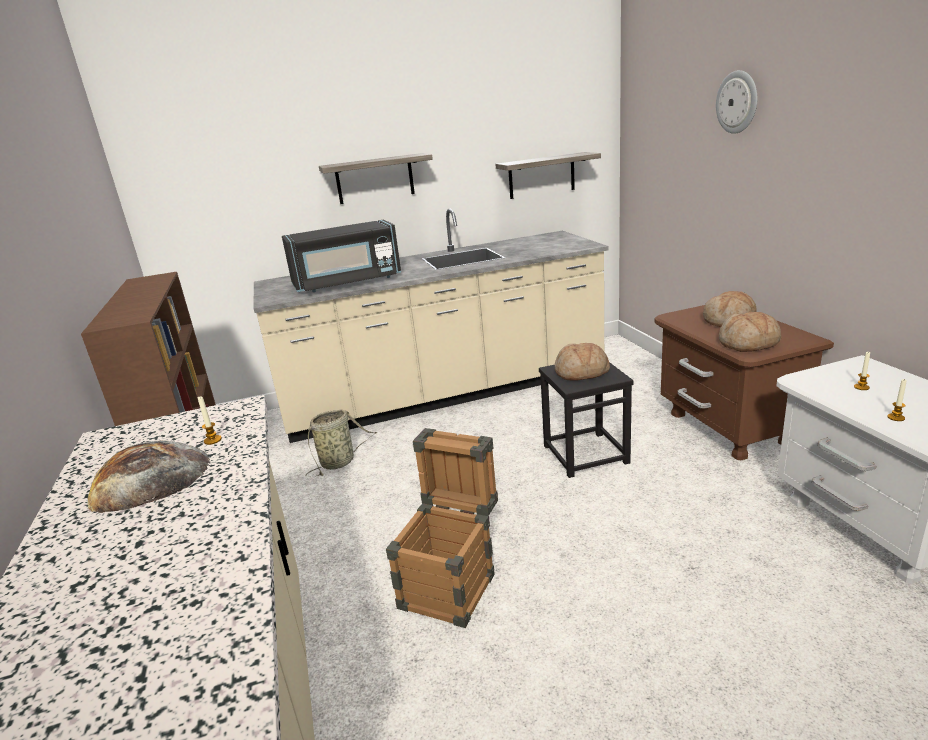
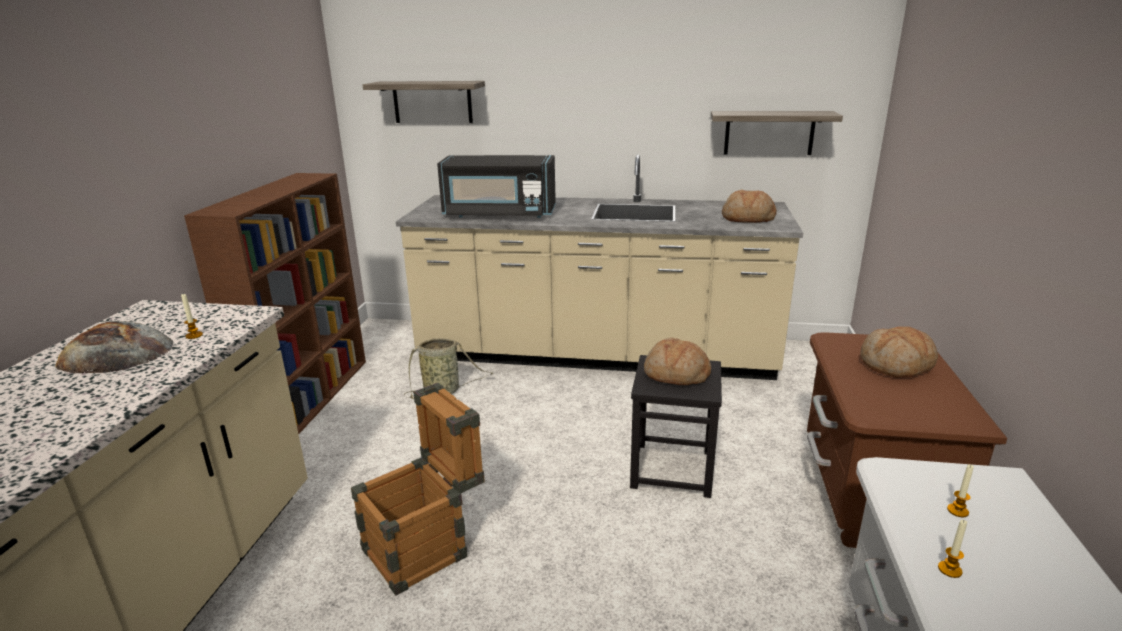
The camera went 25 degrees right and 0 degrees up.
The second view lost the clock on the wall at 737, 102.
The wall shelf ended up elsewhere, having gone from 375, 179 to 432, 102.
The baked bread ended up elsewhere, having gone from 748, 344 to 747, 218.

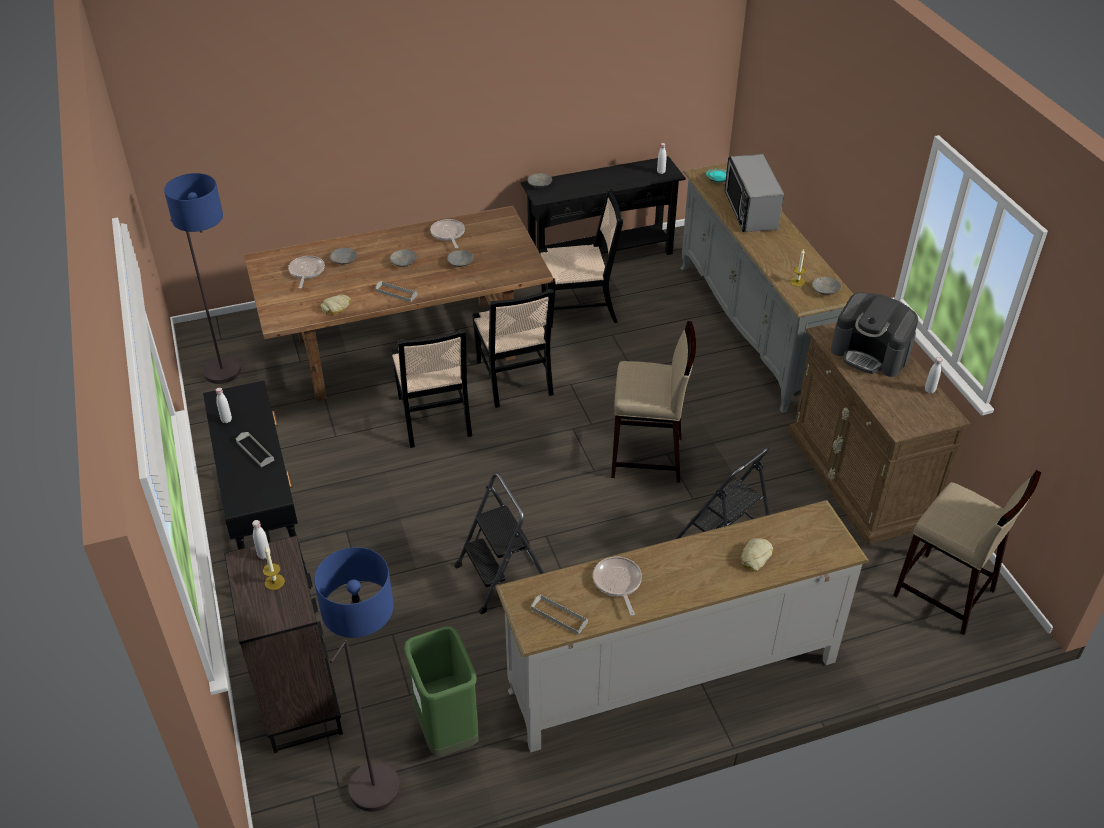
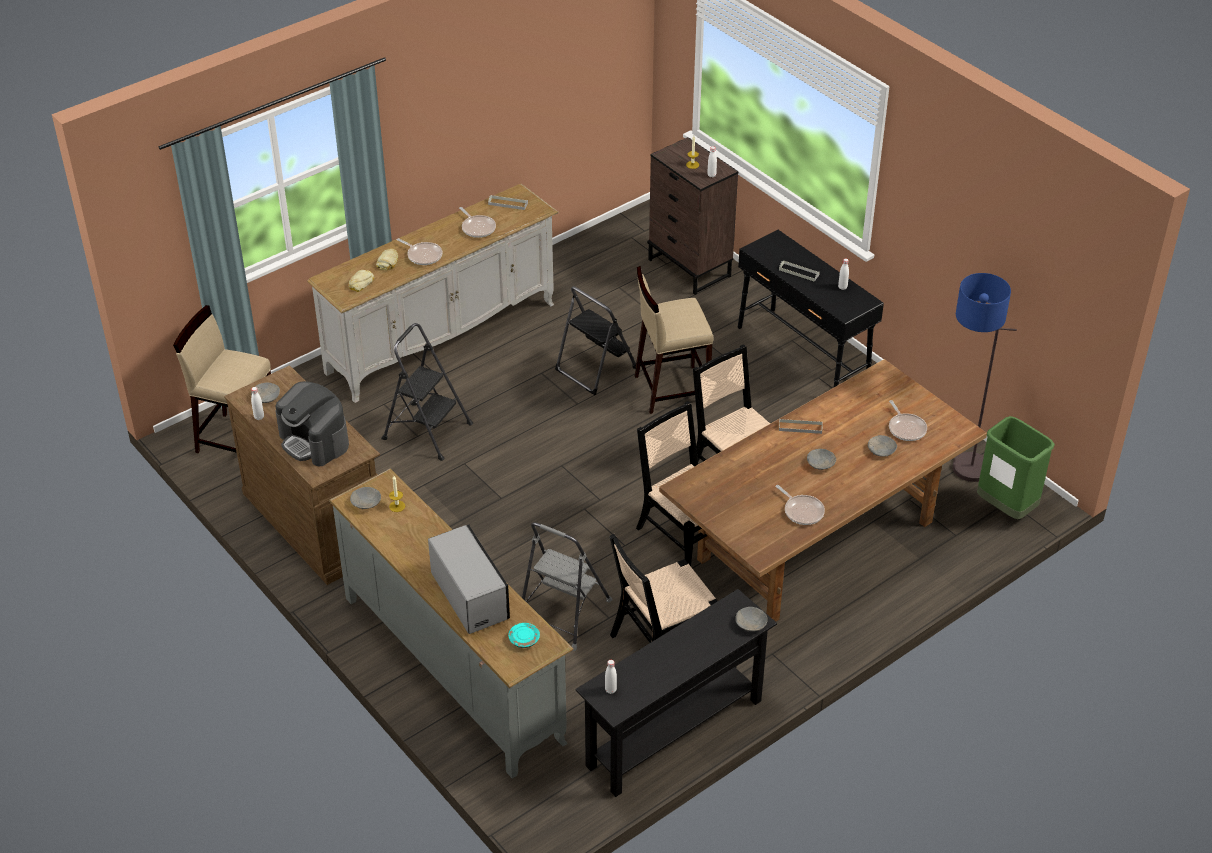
The camera went 160 degrees right and 0 degrees up.
The second view lost the blue-coloured standard lamp at 382, 775.
The second view gained the frying pan at 423, 255.
The second view gained the grey stepladder at 562, 614.
The baked bread ended up elsewhere, having gone from 337, 307 to 360, 283.
The greenish rubbish bin ended up elsewhere, having gone from 447, 733 to 1005, 508.
The grey deep dish ended up elsewhere, having gone from 461, 263 to 266, 397.
The sand-coloured stool seat ended up elsewhere, having gone from 647, 458 to 671, 389.
The coffee maker at 870, 353 ended up facing another way, 150 degrees counterclockwise from before.

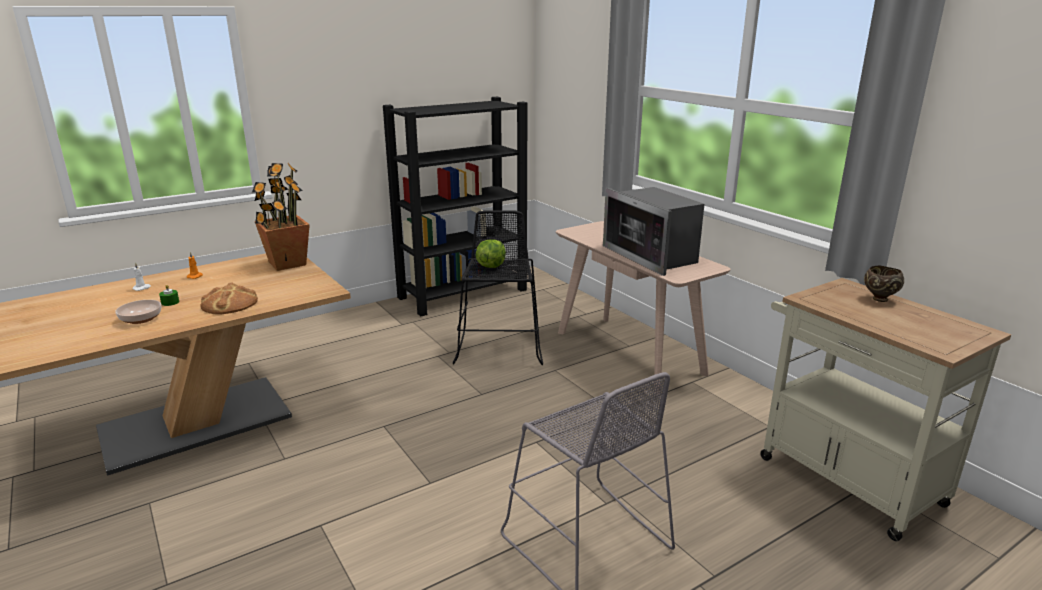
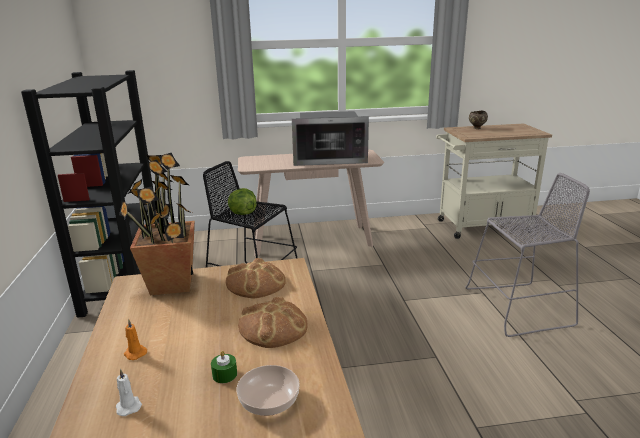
The camera went 65 degrees left and 0 degrees up.
The second view gained the baked bread at 256, 282.

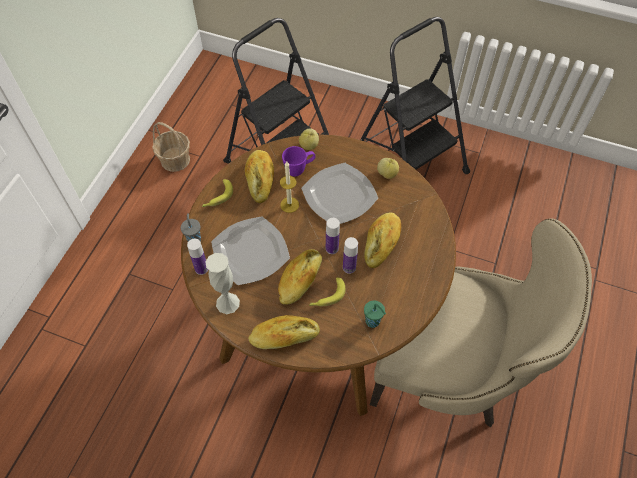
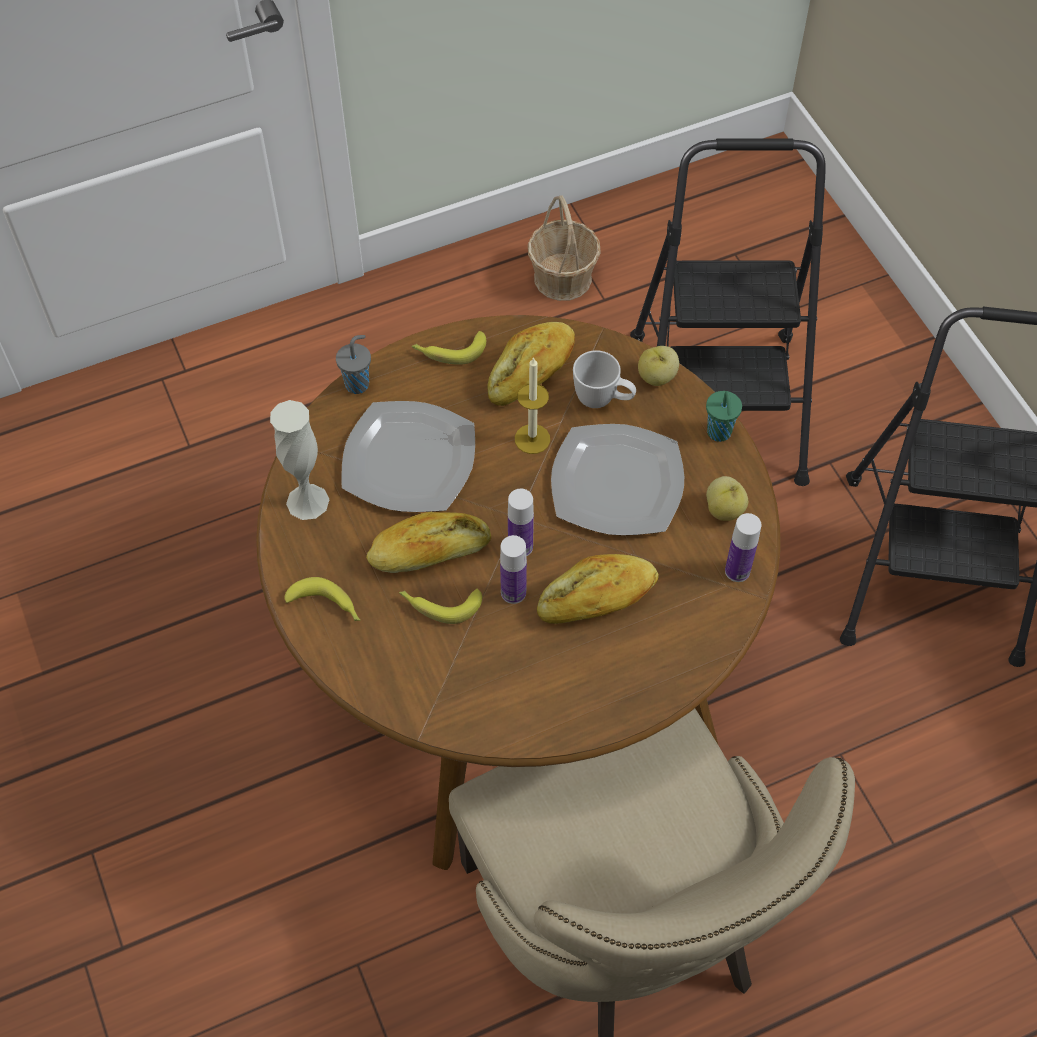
The camera went 45 degrees right and 0 degrees up.
The beverage bottle ended up elsewhere, having gone from 201, 269 to 737, 571.
The greenish small cup ended up elsewhere, having gone from 373, 322 to 719, 433.
Where the baked bread stood at 284, 337, the banana came to stand at 327, 606.
What was the purple-coloured mug at 299, 169 turned into the white mug at 603, 400.

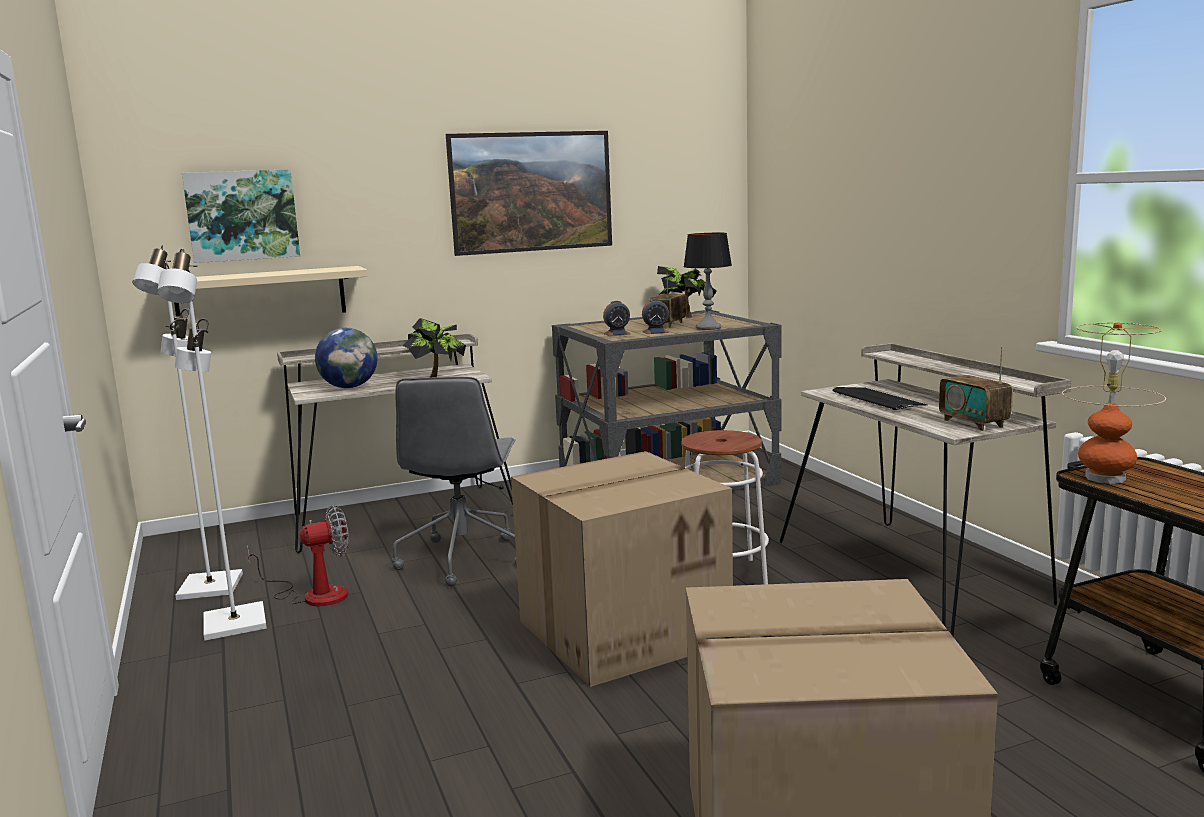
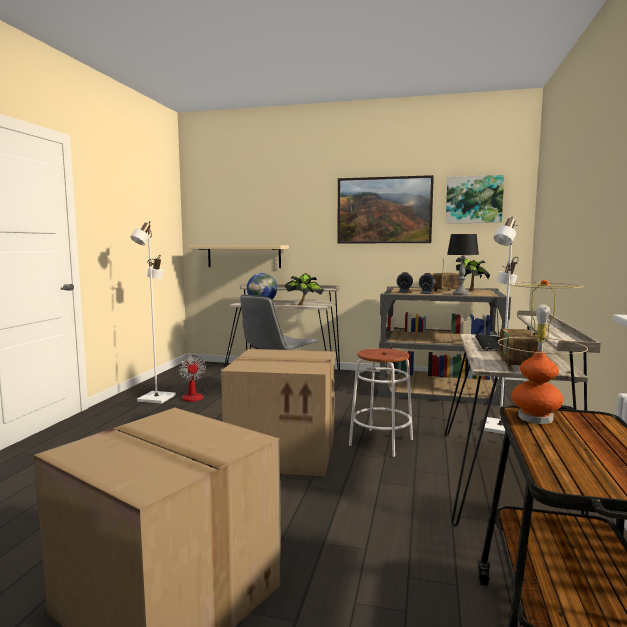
The camera went 35 degrees right and 5 degrees down.
The white standard lamp ended up elsewhere, having gone from 210, 586 to 500, 427.
The picture ended up elsewhere, having gone from 242, 215 to 474, 199.
The cooling fan at 313, 595 ended up facing another way, 60 degrees clockwise from before.

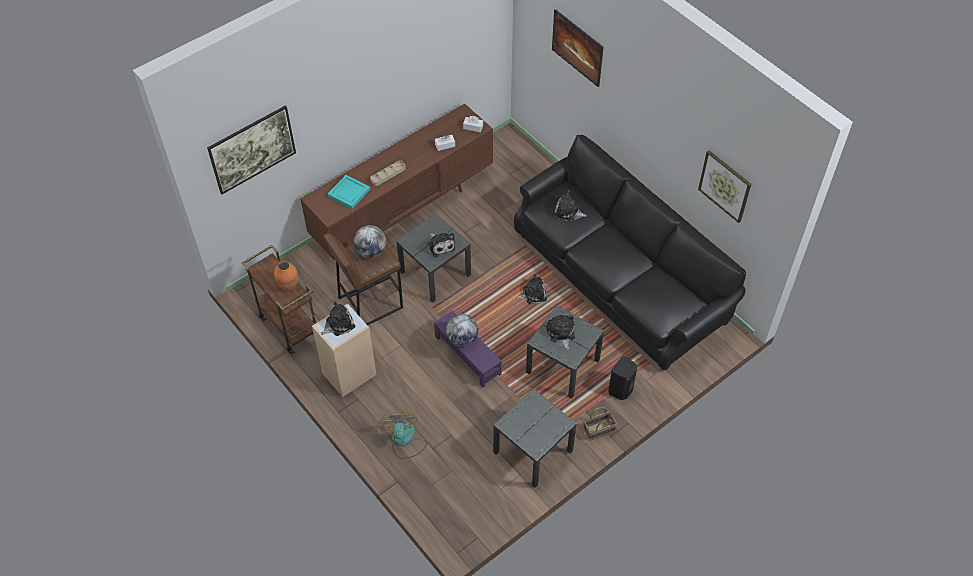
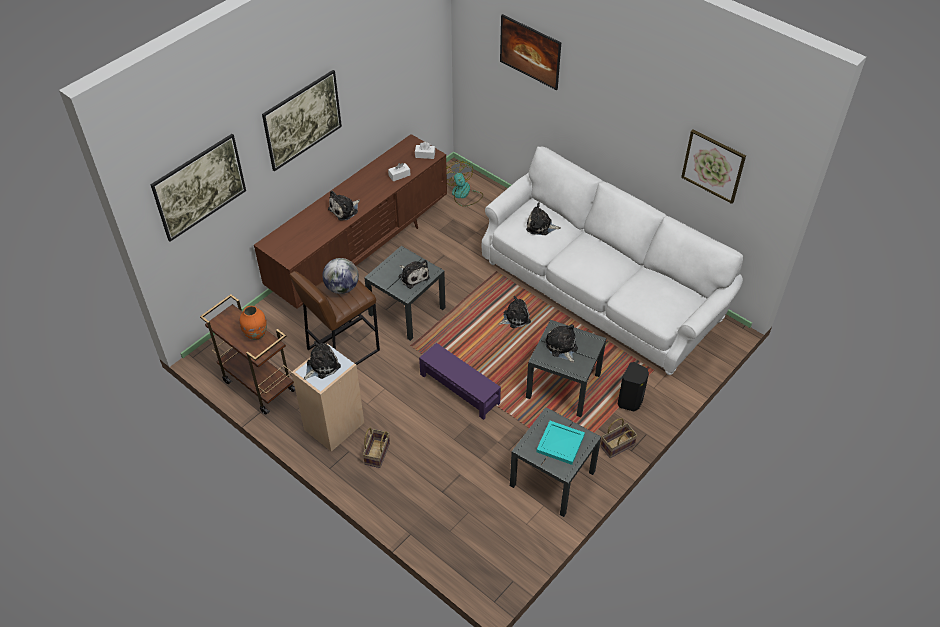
The camera went 10 degrees left and 5 degrees down.
The second view lost the globe at 462, 339.
The second view gained the picture at 304, 134.
The second view gained the basket at 377, 454.
The blue-green serving tray ended up elsewhere, having gone from 349, 193 to 561, 443.
The cooling fan ended up elsewhere, having gone from 404, 441 to 463, 194.
Where the sand-coloured serving tray stood at 388, 174, the soft toy came to stand at 344, 210.
What was the black settee at 620, 278 turned into the white settee at 601, 291.

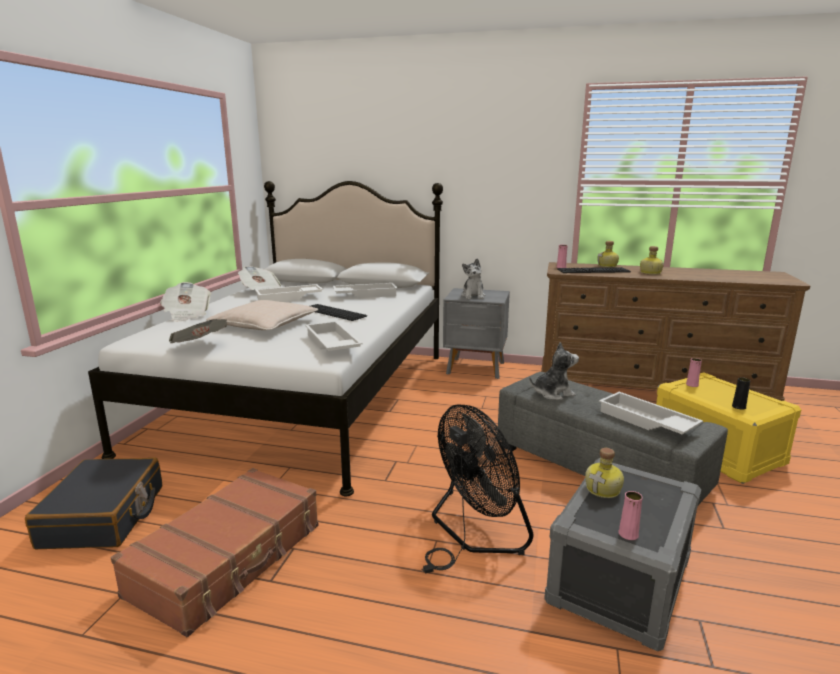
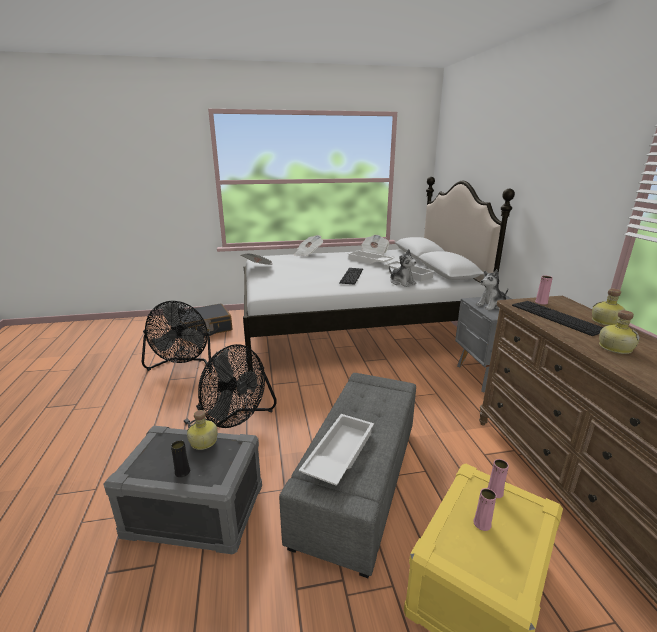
The camera went 65 degrees right and 5 degrees up.
The second view lost the sand-coloured cushion at 264, 324.
The second view lost the white serving tray at 331, 344.
The soft toy ended up elsewhere, having gone from 552, 393 to 402, 283.
The pink vase ended up elsewhere, having gone from 628, 534 to 482, 523.
The black vase ended up elsewhere, having gone from 739, 407 to 182, 472.
Where the brown-coloured piece of luggage stood at 229, 559, the black cooling fan came to stand at 182, 364.

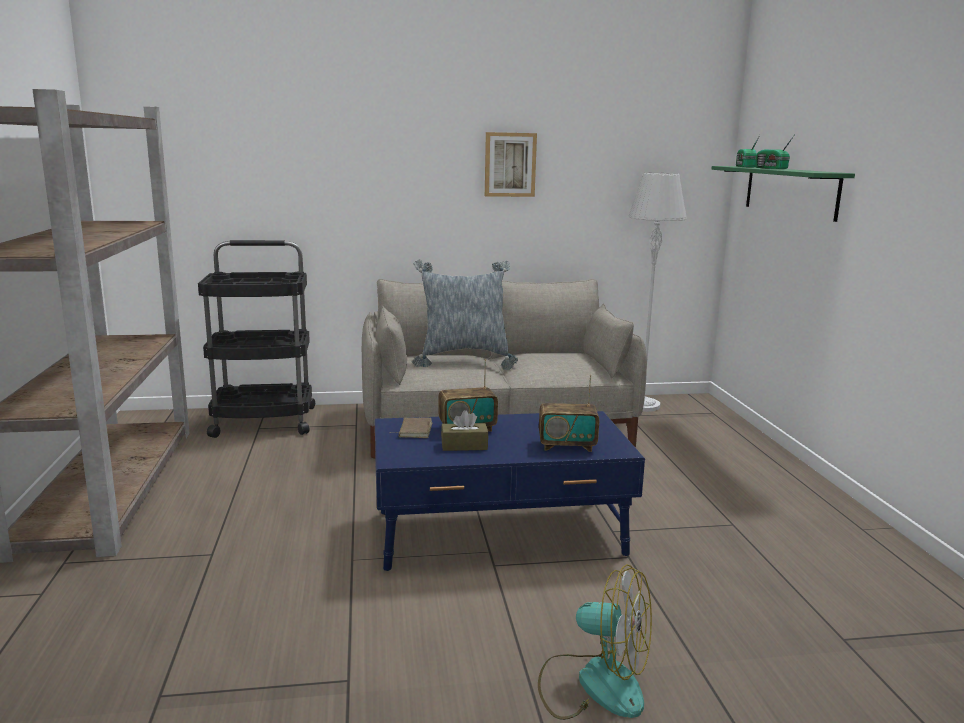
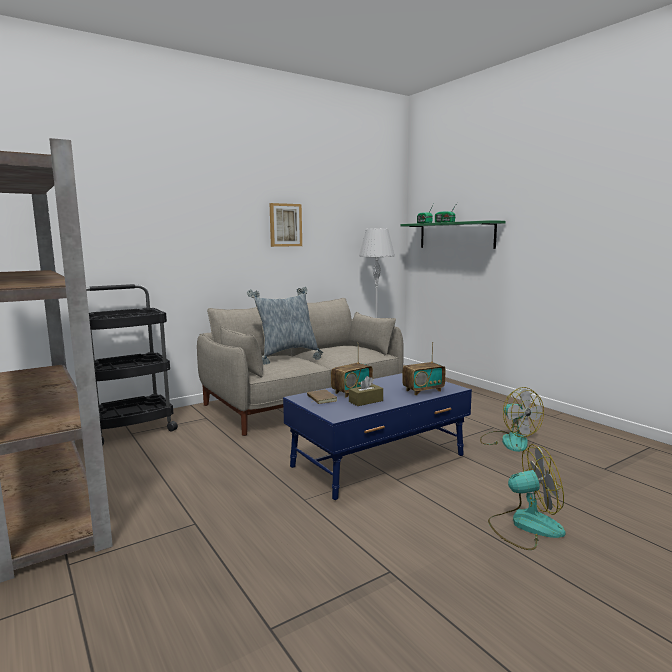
The camera went 25 degrees left and 5 degrees down.
The second view gained the cooling fan at 508, 441.

